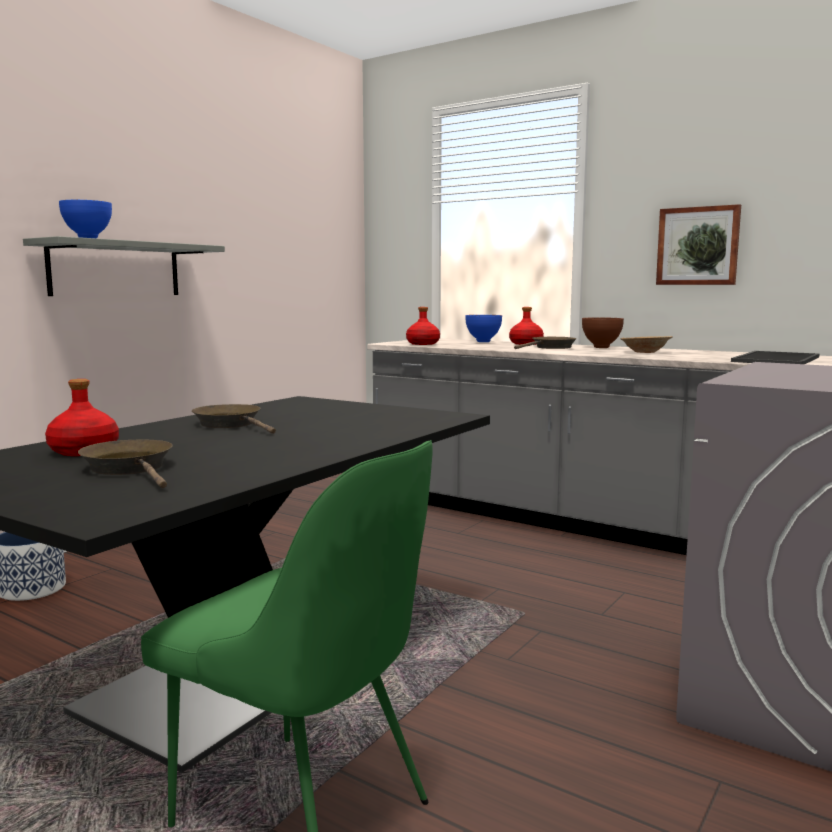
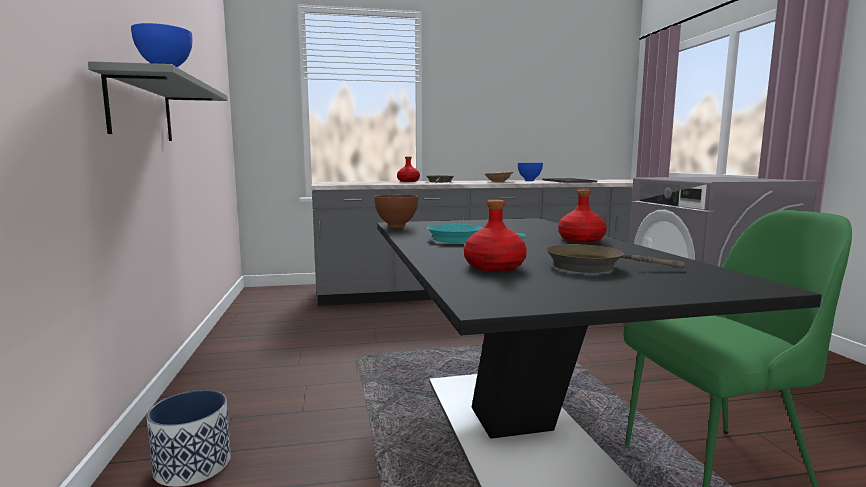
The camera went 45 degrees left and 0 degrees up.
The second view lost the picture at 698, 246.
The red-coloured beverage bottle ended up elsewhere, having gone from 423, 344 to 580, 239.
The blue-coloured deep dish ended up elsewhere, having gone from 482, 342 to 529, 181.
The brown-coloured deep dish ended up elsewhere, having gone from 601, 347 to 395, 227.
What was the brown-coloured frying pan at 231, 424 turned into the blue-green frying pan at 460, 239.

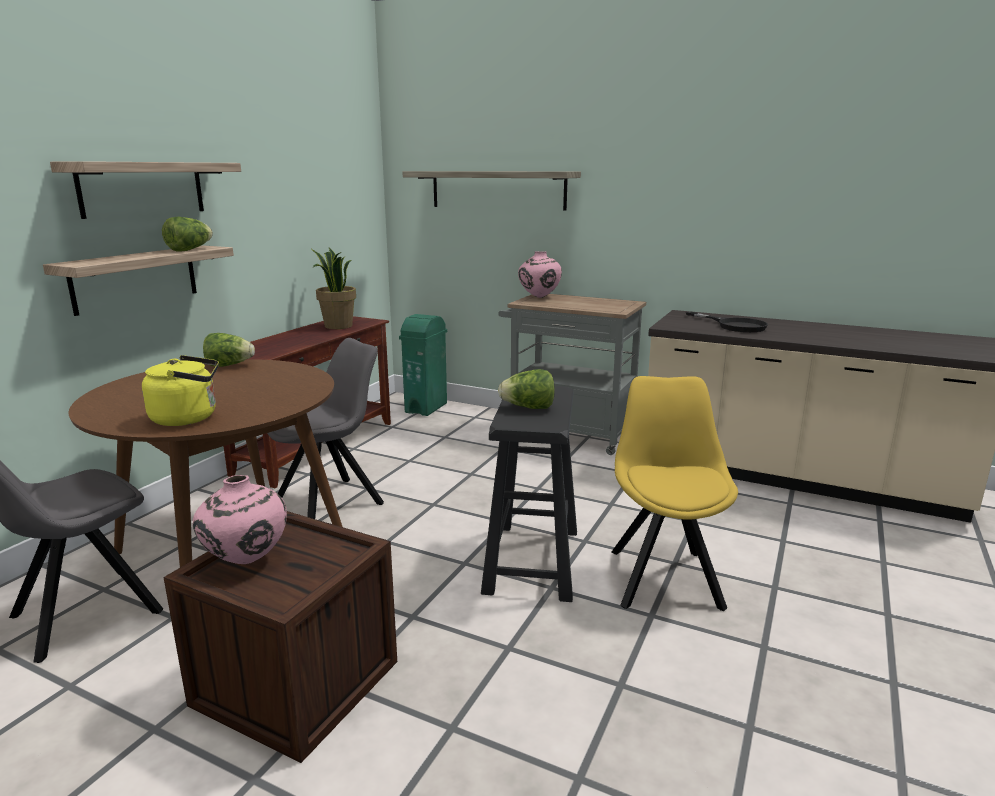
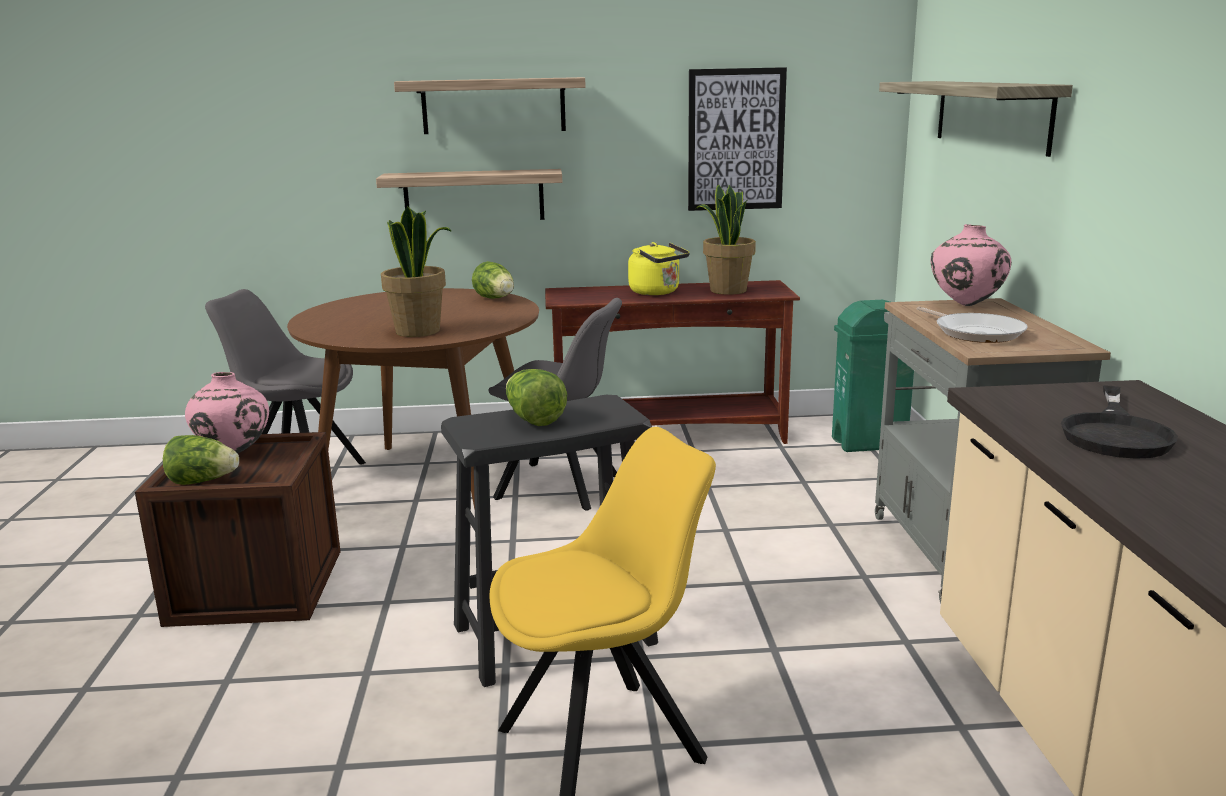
The camera went 60 degrees right and 0 degrees up.
The second view gained the plant in a pot at 419, 331.
The second view gained the picture at 736, 140.
The second view gained the frying pan at 975, 332.
The yellowish kettle ended up elsewhere, having gone from 189, 418 to 657, 292.
The lettuce head ended up elsewhere, having gone from 189, 250 to 203, 481.

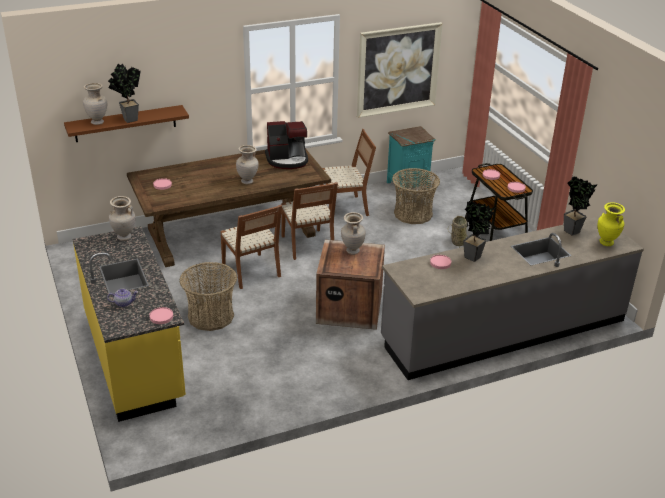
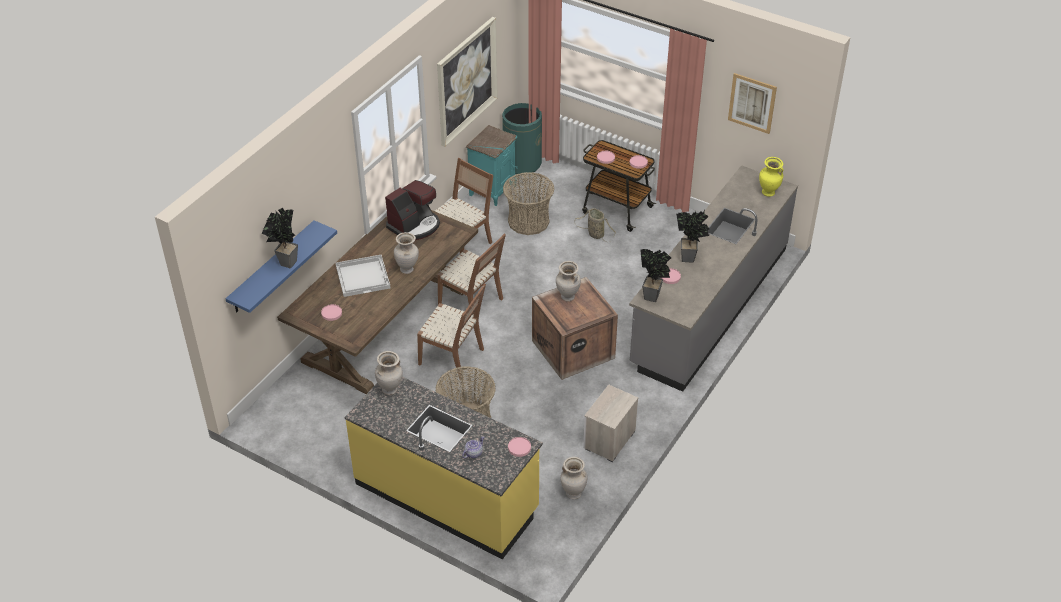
The camera went 35 degrees left and 10 degrees up.
The second view gained the white serving tray at 363, 276.
The second view gained the greenish rubbish bin at 522, 163.
The second view gained the night table at 608, 440.
The second view gained the picture at 752, 103.
The sand-coloured vase ended up elsewhere, having gone from 98, 122 to 573, 493.
The plant in a pot ended up elsewhere, having gone from 572, 232 to 653, 298.
What was the brown-coloured wall shelf at 125, 123 turned into the blue-coloured wall shelf at 272, 267.

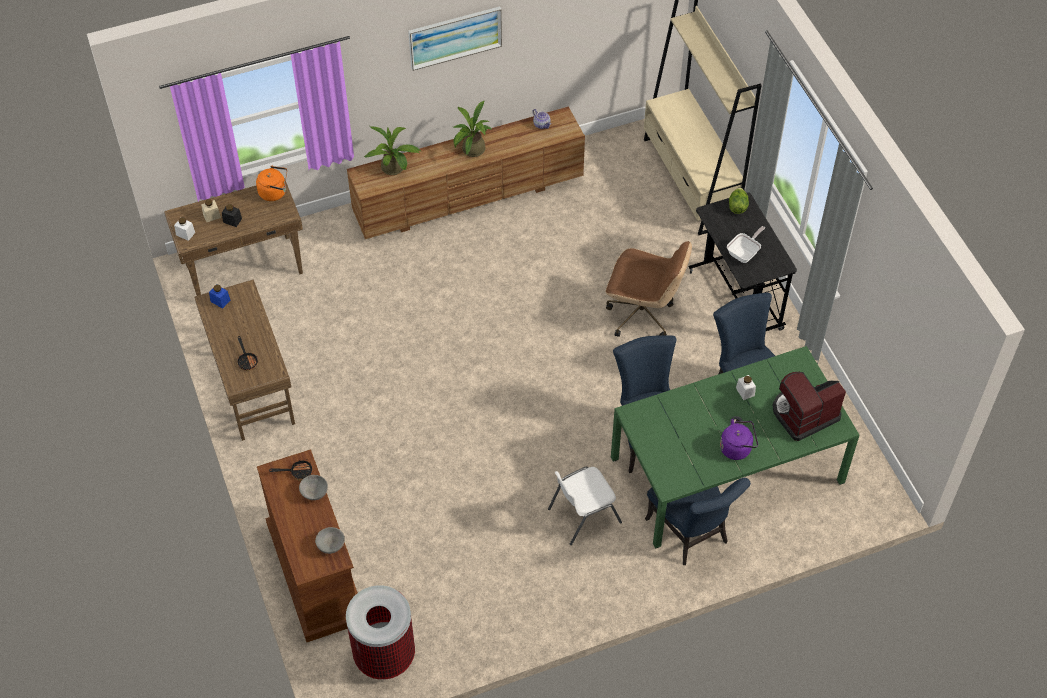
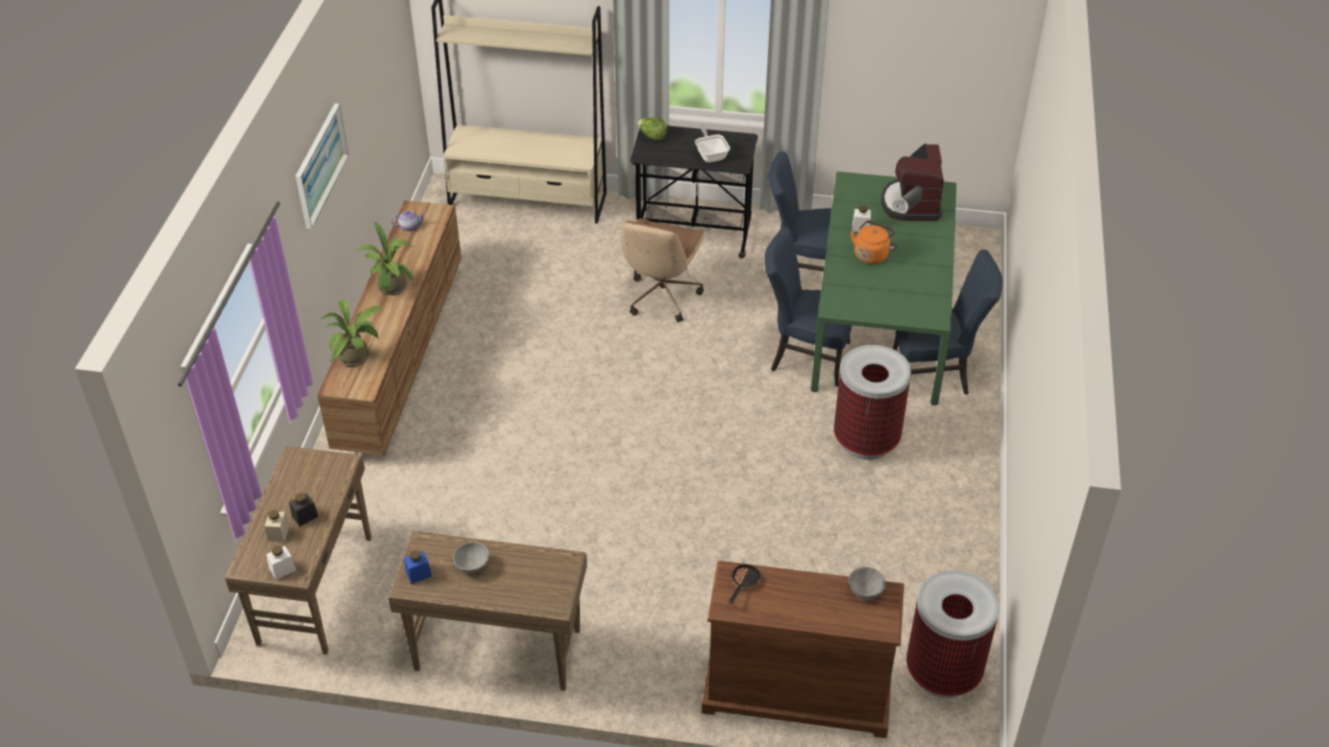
The camera went 60 degrees left and 10 degrees down.
The second view lost the frying pan at 247, 360.
The second view lost the purple-coloured kettle at 737, 448.
The orangey kettle ended up elsewhere, having gone from 274, 192 to 871, 254.
The grey deep dish ended up elsewhere, having gone from 314, 493 to 472, 566.
Where the white chair stood at 583, 515, the rubbish bin came to stand at 866, 440.
The brown-coloured desk chair at 643, 317 ended up facing another way, 150 degrees clockwise from before.

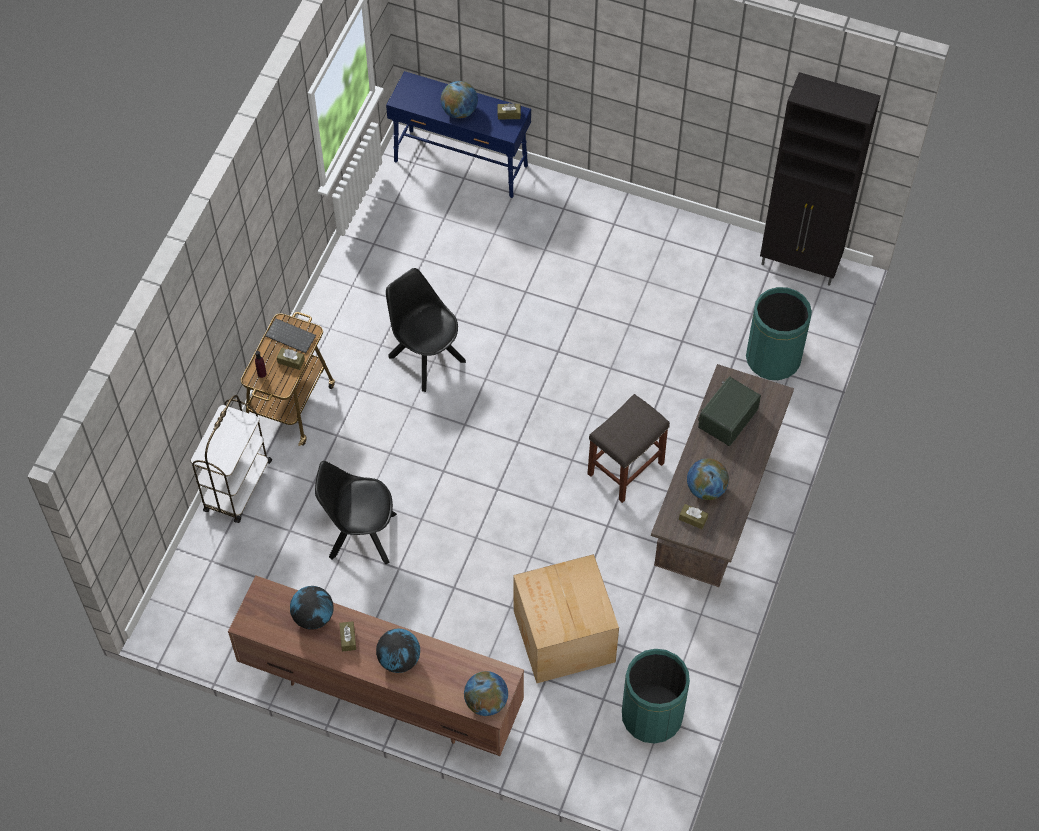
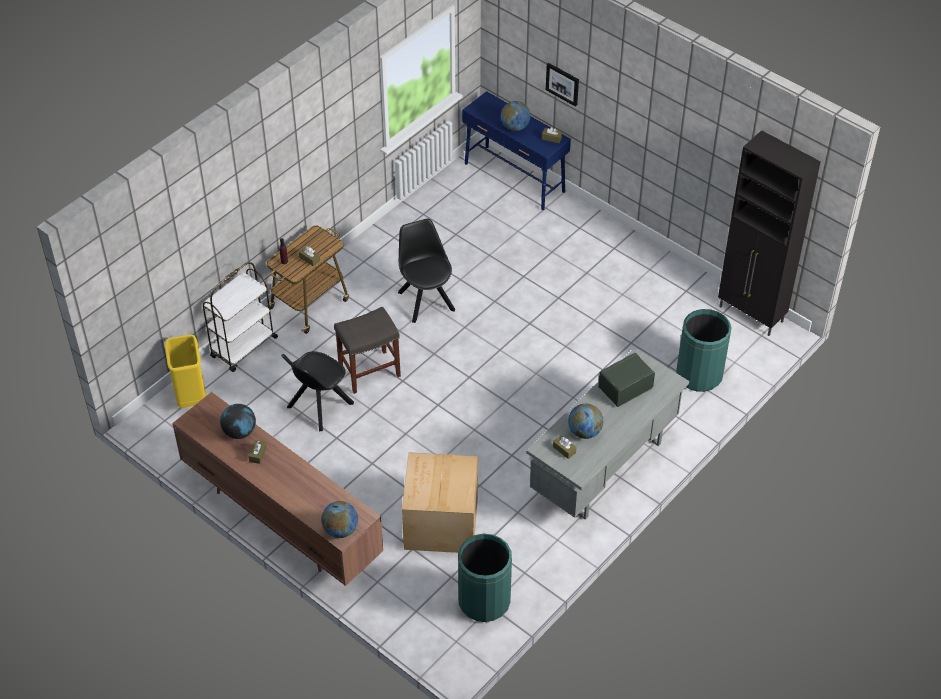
The camera went 20 degrees right and 10 degrees down.
The second view lost the keyboard at 291, 336.
The second view lost the globe at 399, 659.
The second view gained the yellowish rubbish bin at 191, 398.
The second view gained the picture at 562, 84.
The grey stool seat ended up elsewhere, having gone from 626, 468 to 370, 371.
What was the brown-coloured desk unit at 715, 509 turned into the grey desk unit at 603, 468.
The black chair at 360, 535 ended up facing another way, 75 degrees counterclockwise from before.

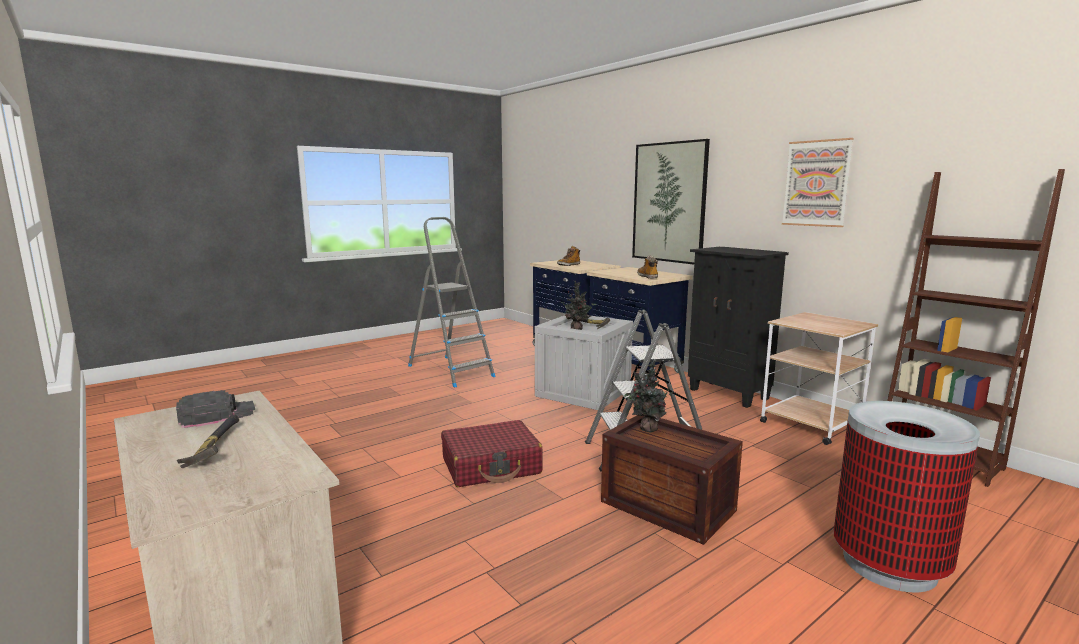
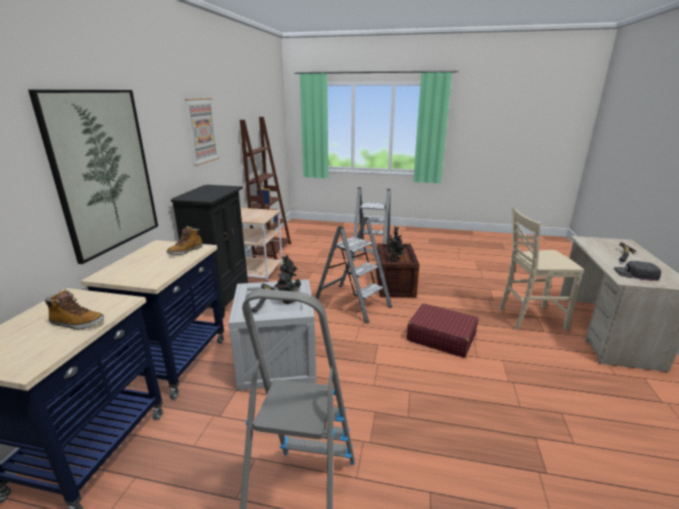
The camera went 130 degrees left and 10 degrees up.
The second view gained the sand-coloured chair at 529, 318.
Where the rubbish bin stood at 888, 564, the grey stepladder came to stand at 371, 252.

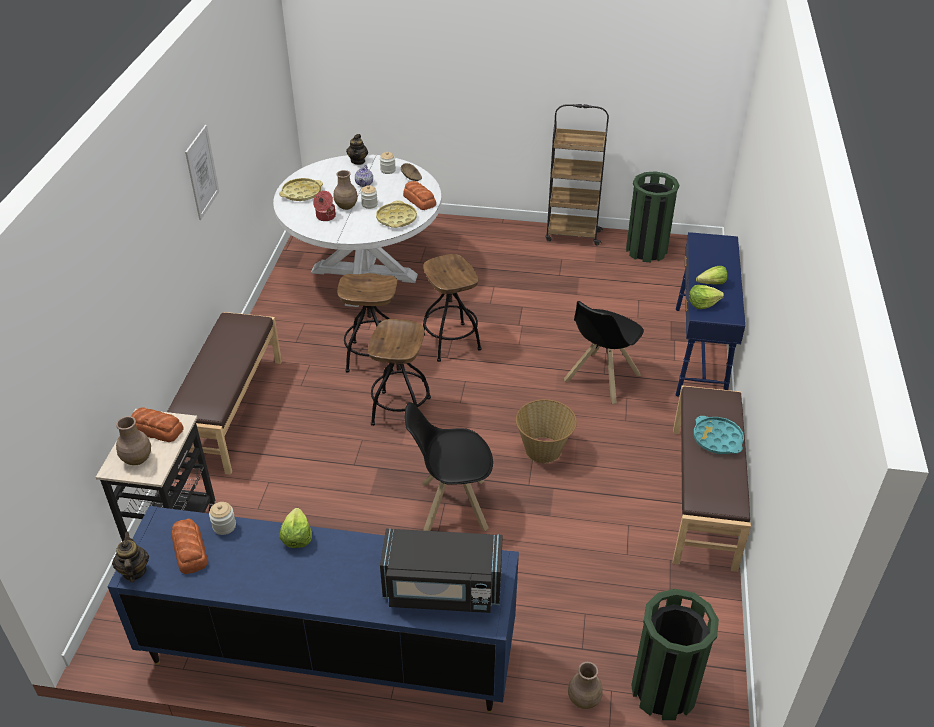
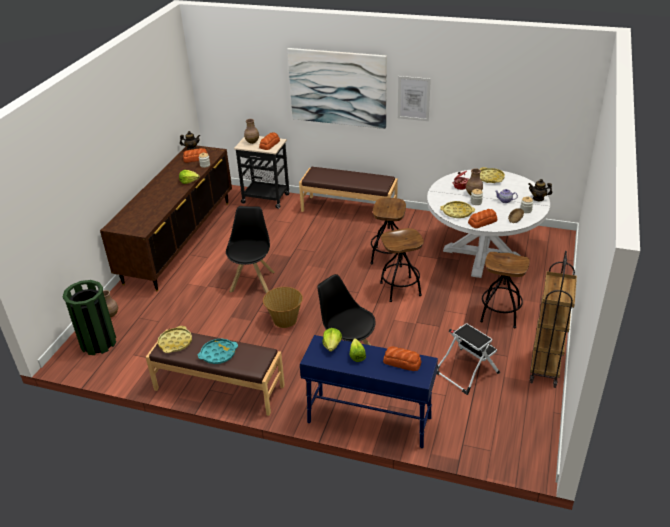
The camera went 100 degrees right and 5 degrees down.
The second view lost the black microwave oven at 442, 589.
The second view lost the greenish rubbish bin at 646, 250.
The second view gained the yellowish serving tray at 175, 342.
The second view gained the picture at 337, 88.
The second view gained the baked bread at 402, 362.
The second view gained the stepladder at 466, 370.
The brown-coloured stool seat ended up elsewhere, having gone from 401, 411 to 500, 314.
What was the blue-coloured storage cabinet at 330, 652 turned into the brown-coloured storage cabinet at 179, 241.

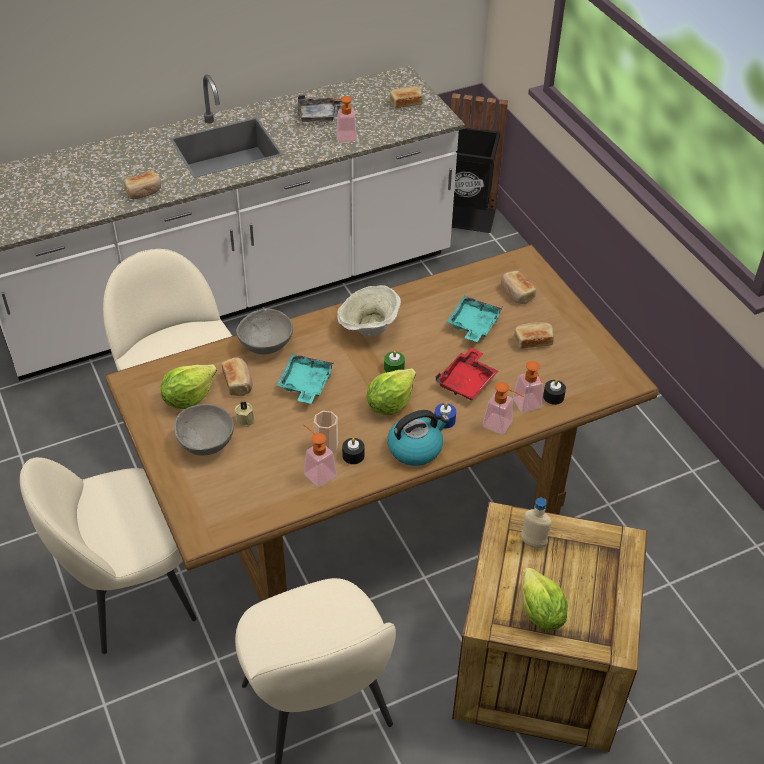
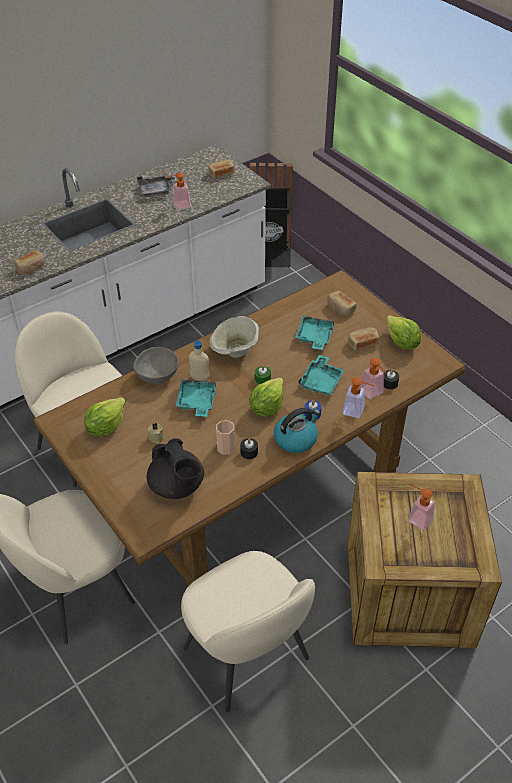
The camera went 10 degrees left and 0 degrees up.
The second view lost the grey deep dish at 206, 443.
The second view lost the baked bread at 238, 383.
The second view gained the black pot for tea at 177, 486.
The soap bottle ended up elsewhere, having gone from 316, 472 to 416, 518.
The sand-coloured beverage bottle ended up elsewhere, having gone from 533, 543 to 200, 378.
The lettuce head ended up elsewhere, having gone from 540, 613 to 401, 343.
What was the red-coloured serving tray at 467, 382 turned into the blue-green serving tray at 321, 381.

